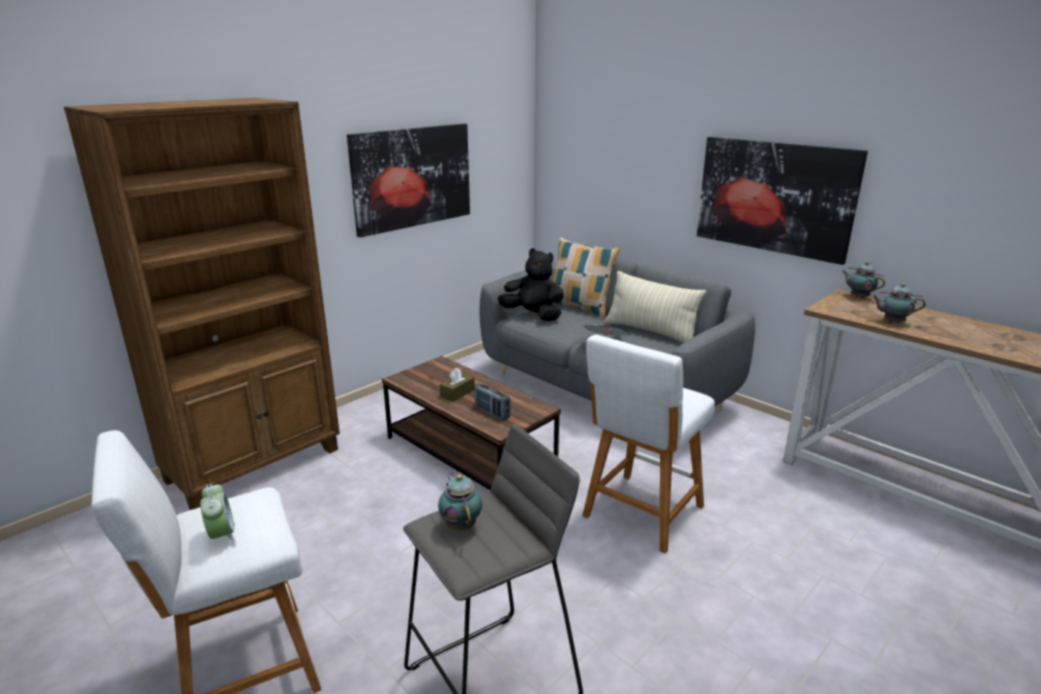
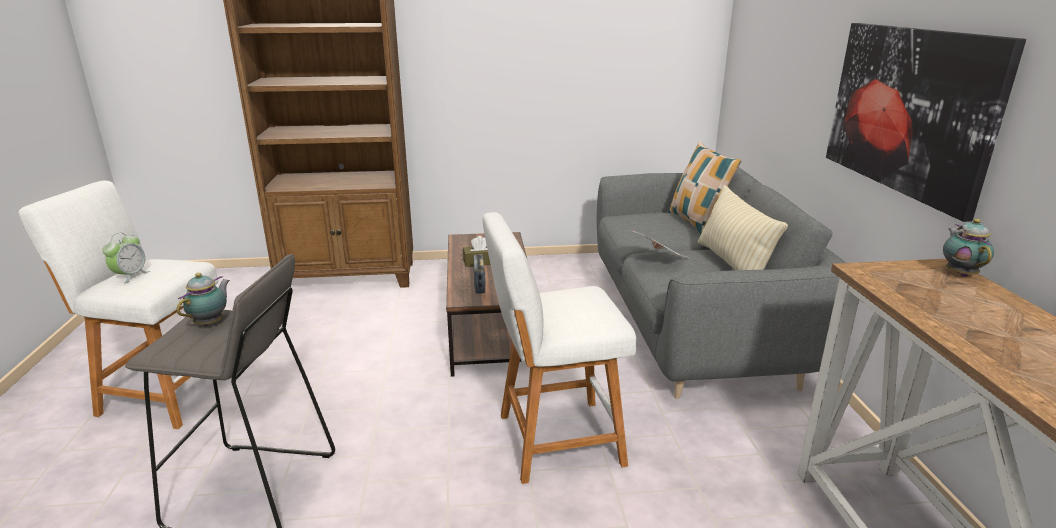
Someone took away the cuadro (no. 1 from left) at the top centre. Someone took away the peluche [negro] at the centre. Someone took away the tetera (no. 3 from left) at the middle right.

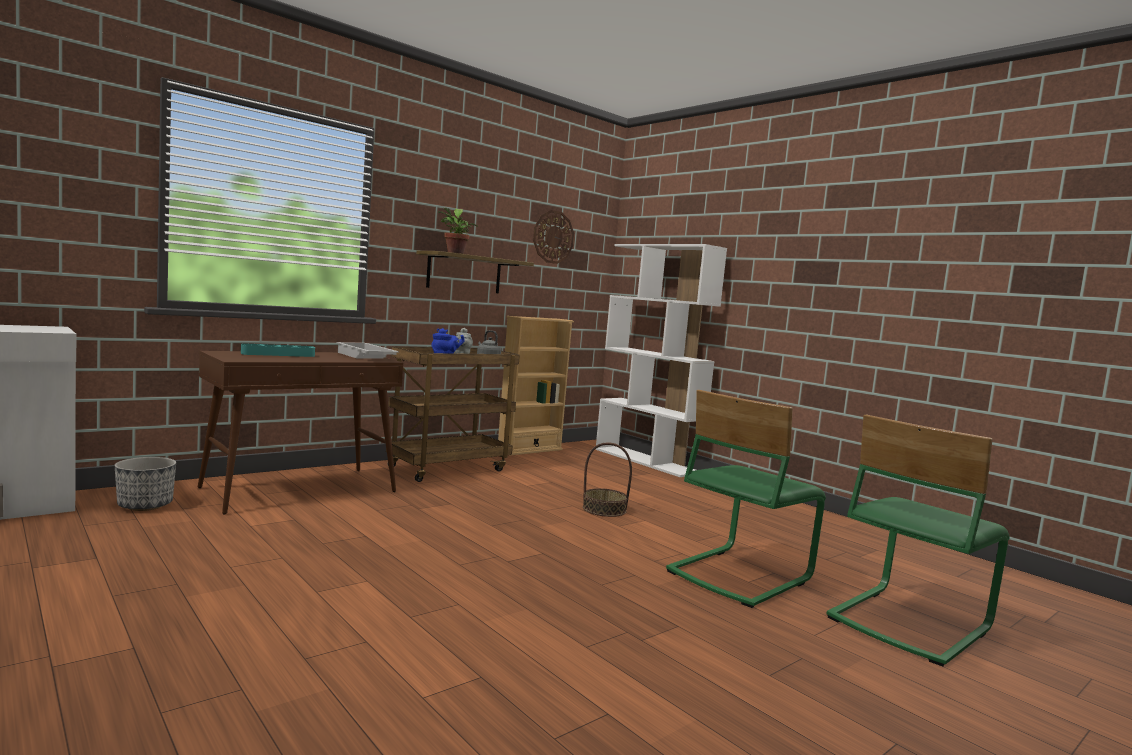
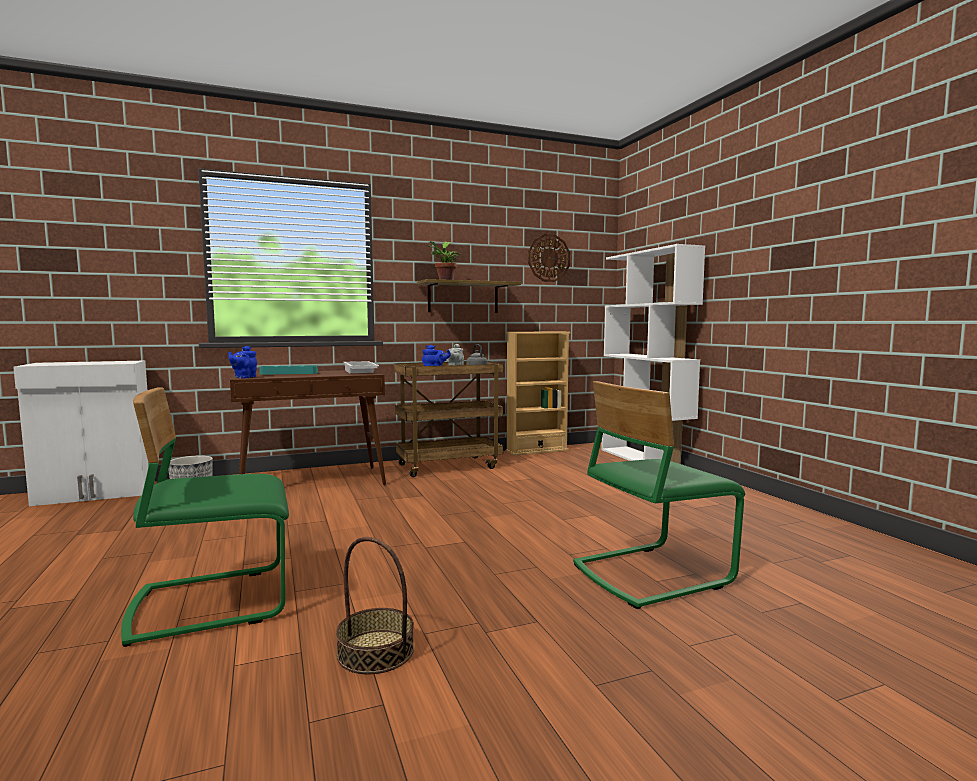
Someone put down the tetera [azul] (no. 1 from left) at the middle left. Someone carried the cesta from the centre to the bottom centre. Someone carried the silla [verde] (no. 2 from left in the first image) from the bottom right to the middle left.

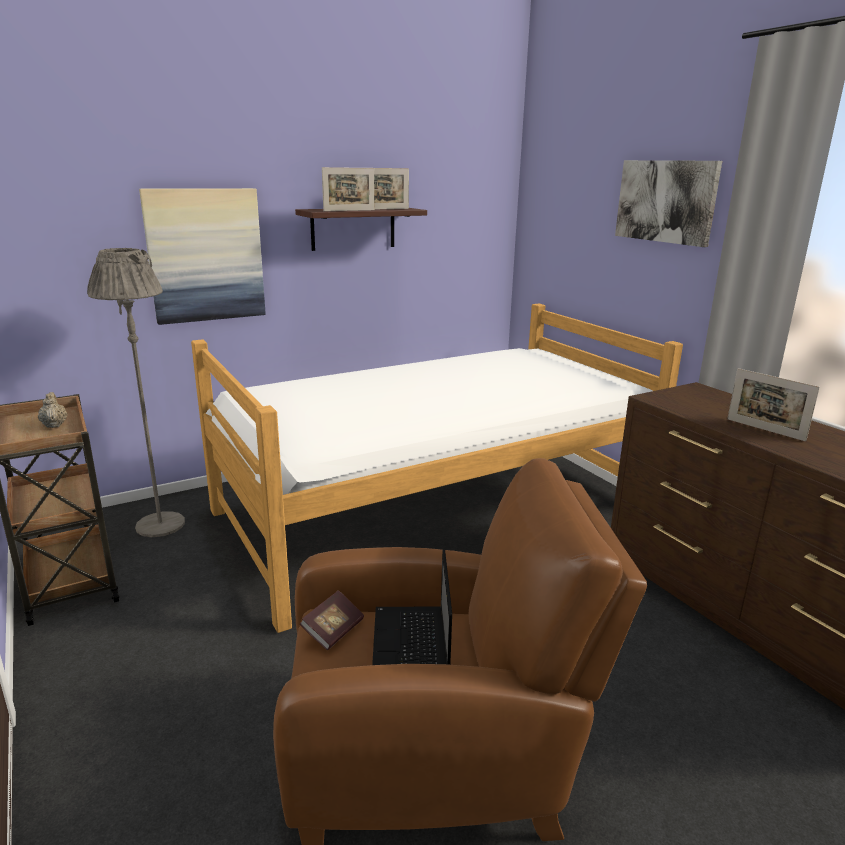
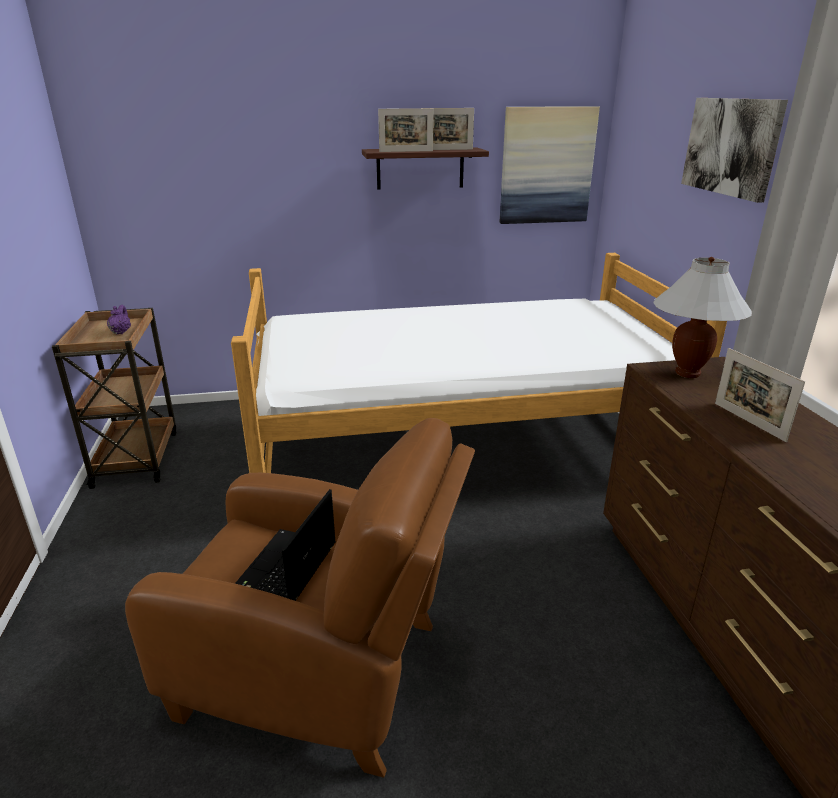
Someone took away the lámpara de pie [gris] at the middle left. Someone took away the libro at the bottom centre. Someone put down the lámpara de mesa [blanco] at the middle right. Someone carried the cuadro (no. 1 from left) from the top left to the top centre. Someone repainted the tetera [beis] at the middle left, which became the tetera [morado] at the middle left.

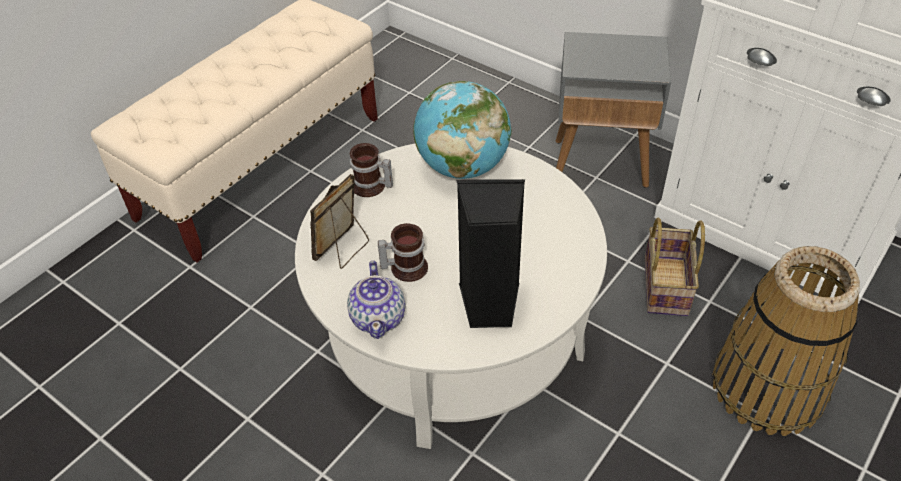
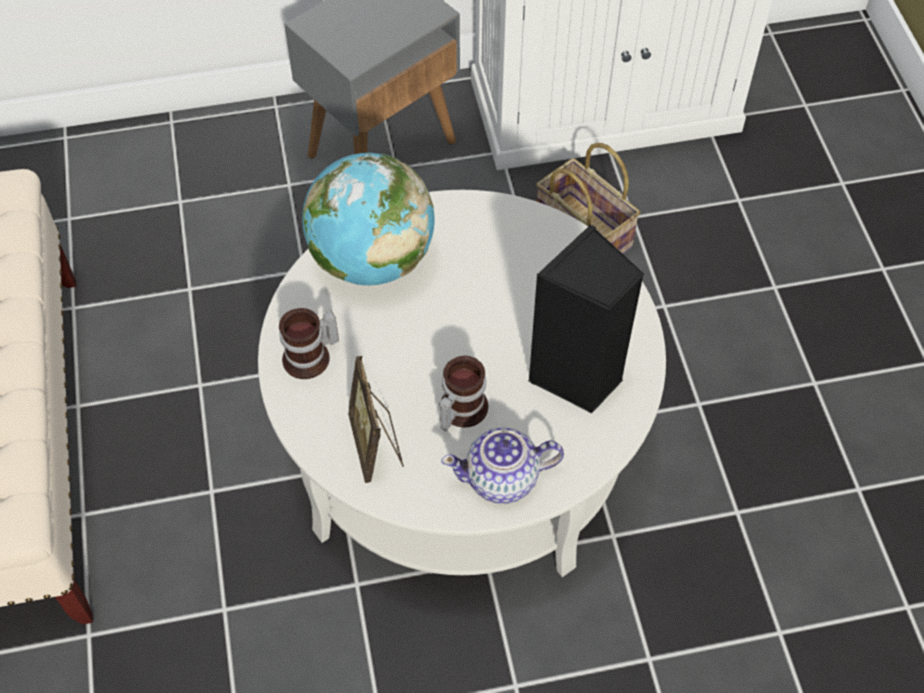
Someone took away the cesta (no. 2 from left) at the bottom right. Someone rotated the tetera at the centre by 135 degrees clockwise.

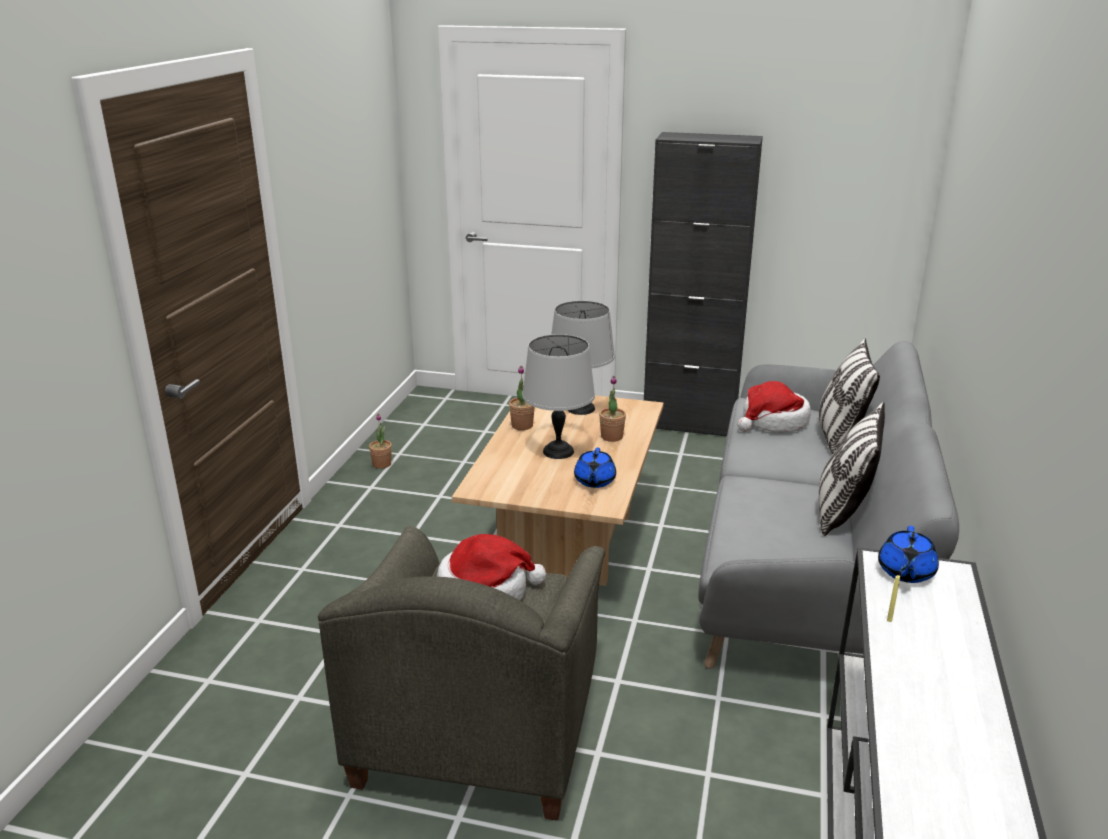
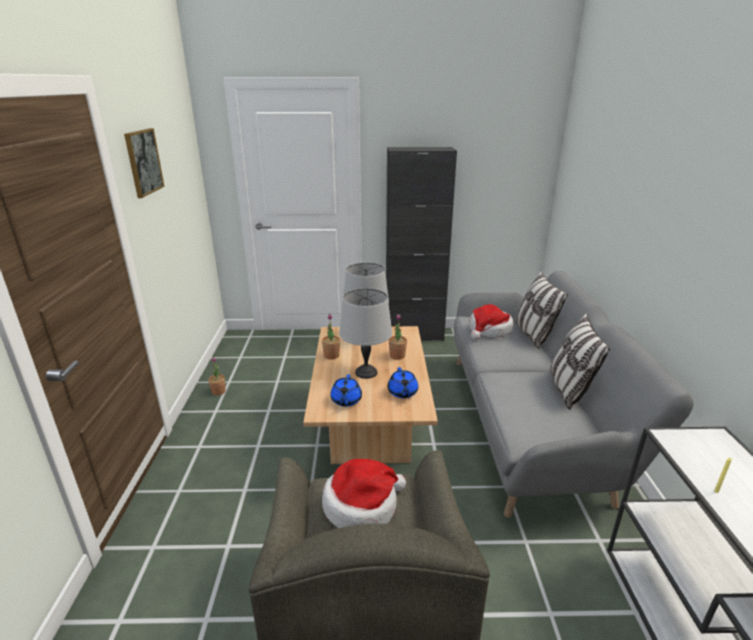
Someone put up the cuadro at the top left. Someone carried the tetera [azul] (no. 2 from left in the first image) from the middle right to the centre.

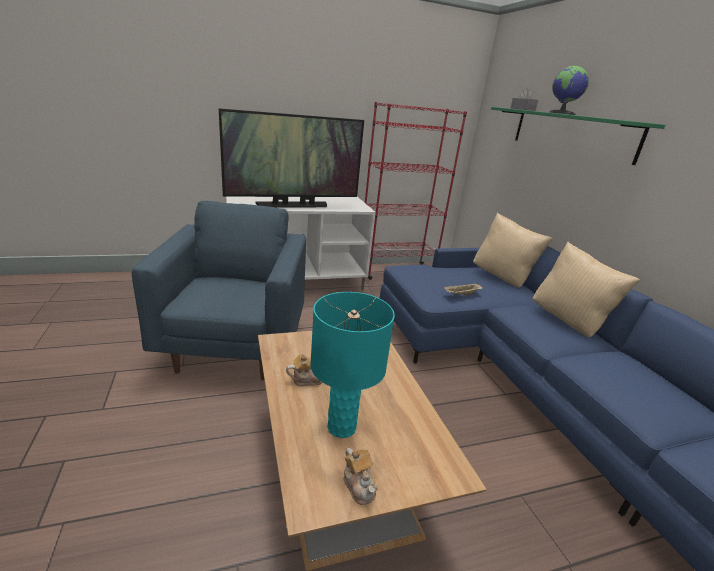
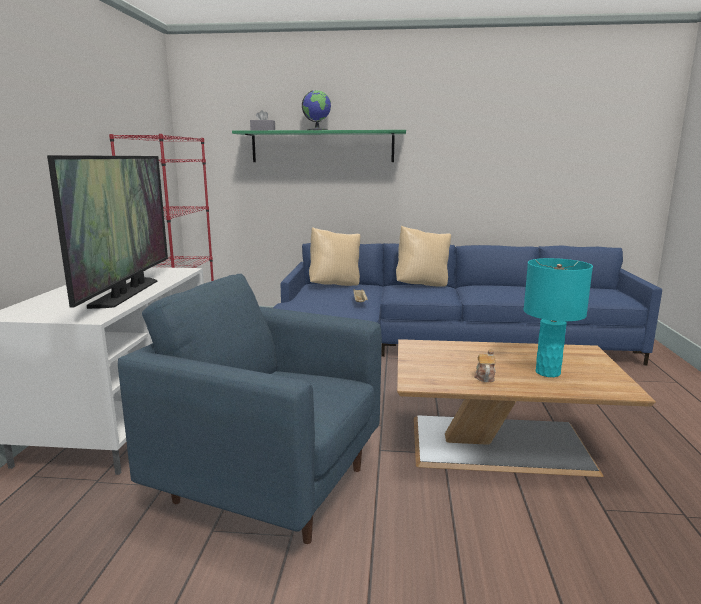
Someone took away the tetera (no. 2 from left) at the bottom centre.

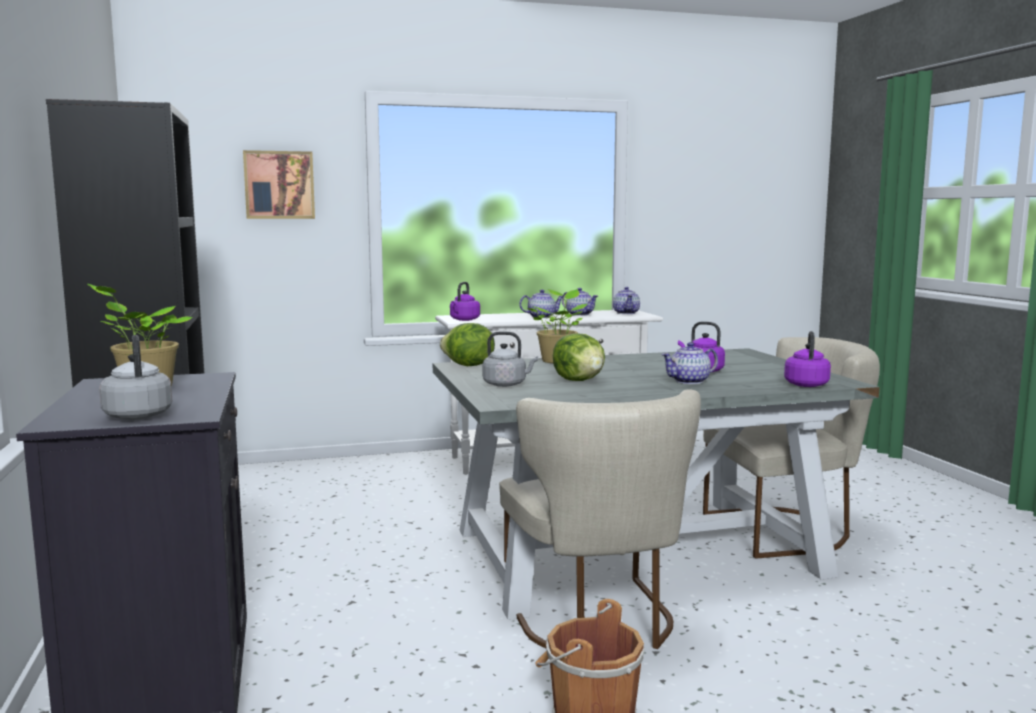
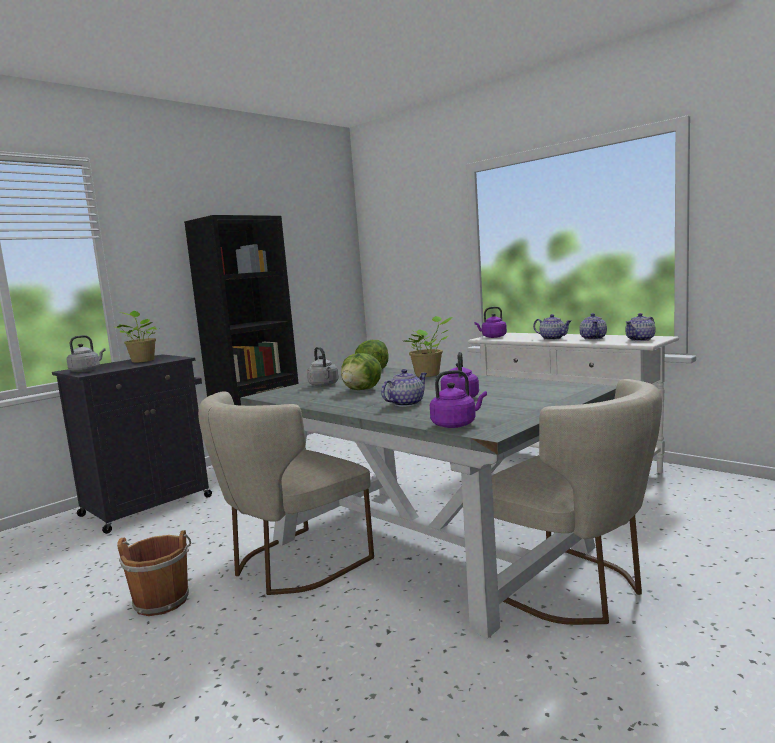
Someone took away the cuadro at the top left. Someone rotated the tetera (no. 4 from left in the first image) at the centre by 105 degrees clockwise.

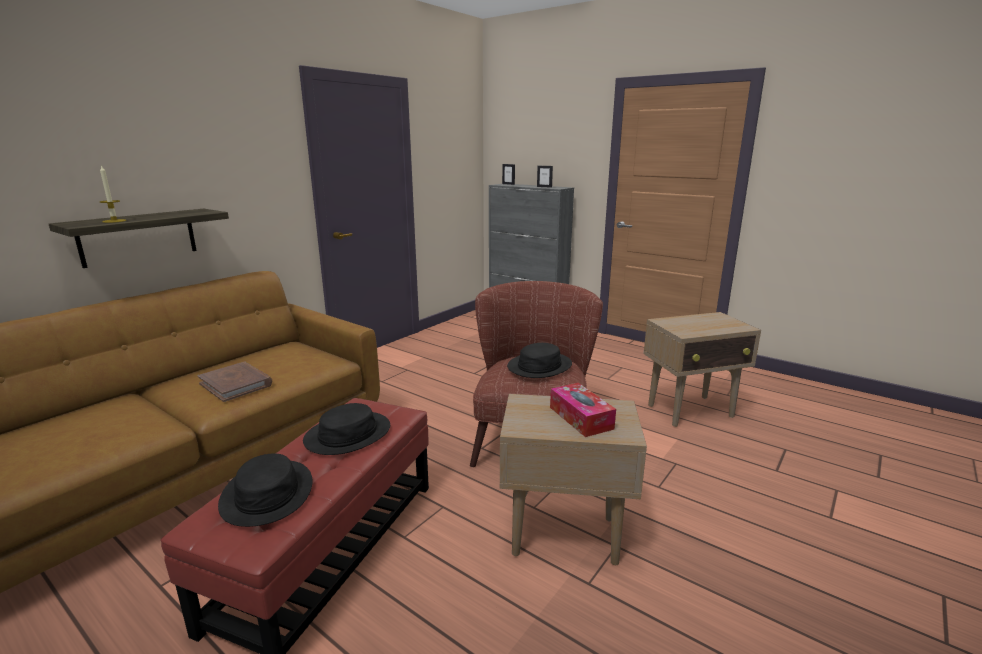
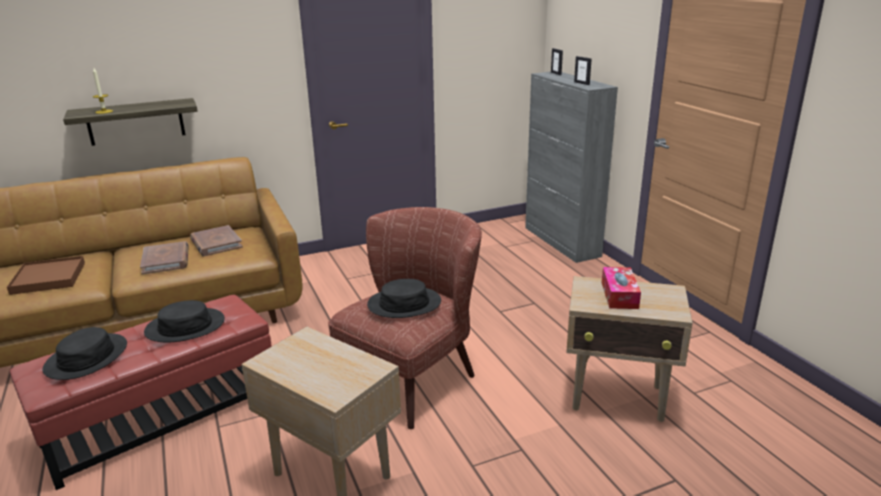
Someone put down the bandeja [marrón] at the middle left. Someone put down the libro [marrón] (no. 2 from left) at the middle left. Someone carried the caja de pañuelos from the centre to the middle right.

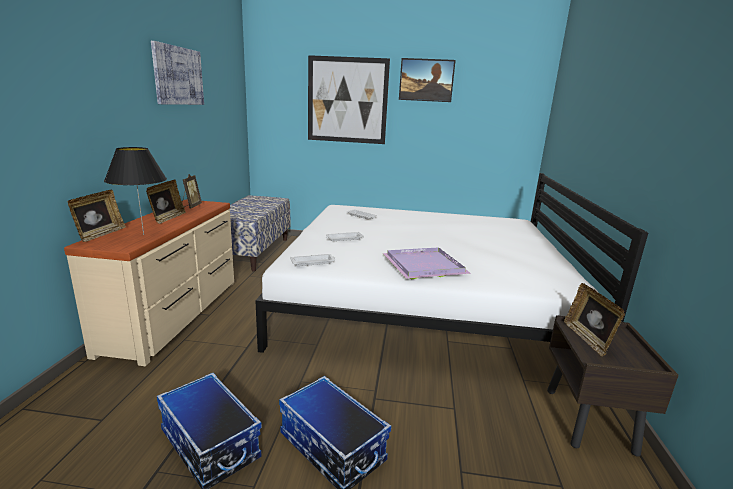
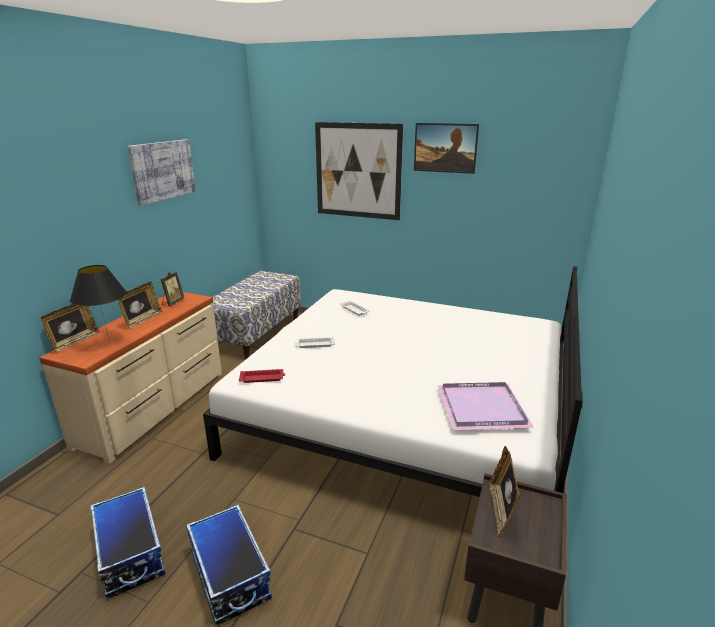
Someone carried the bandeja [morado] from the centre to the middle right. Someone repainted the bandeja [blanco] (no. 1 from left) at the centre, which became the bandeja [rojo] at the centre.

